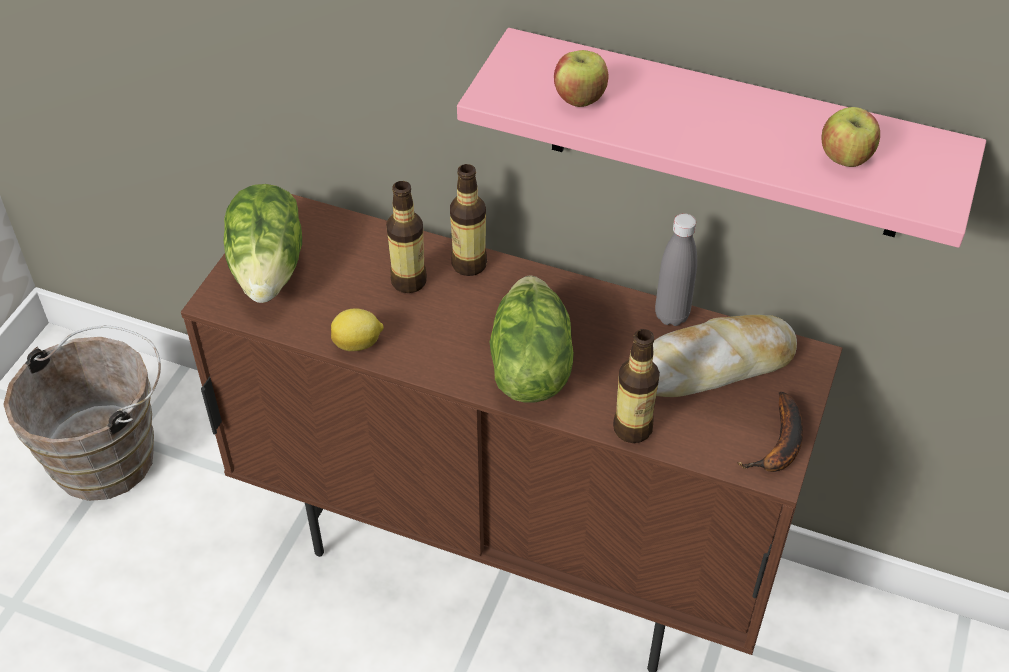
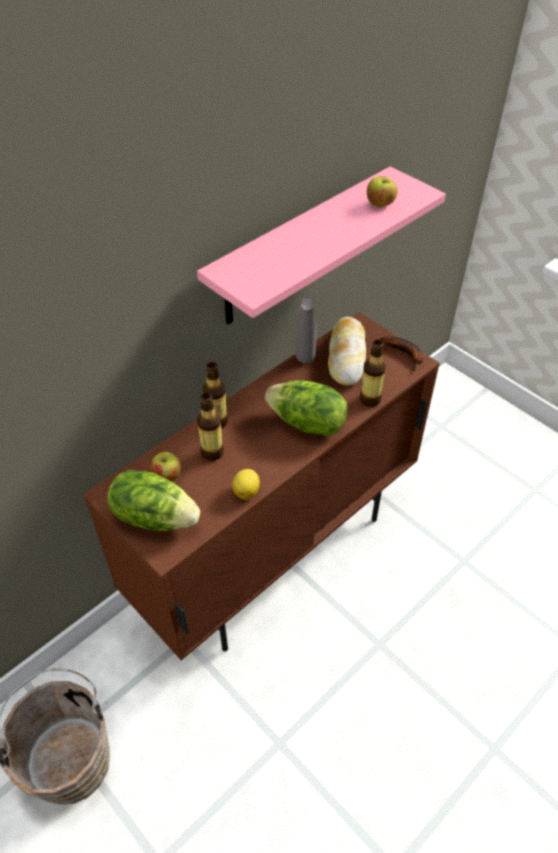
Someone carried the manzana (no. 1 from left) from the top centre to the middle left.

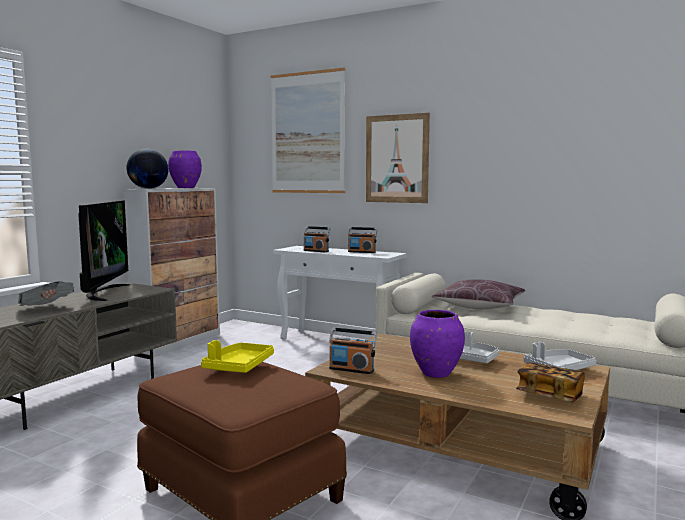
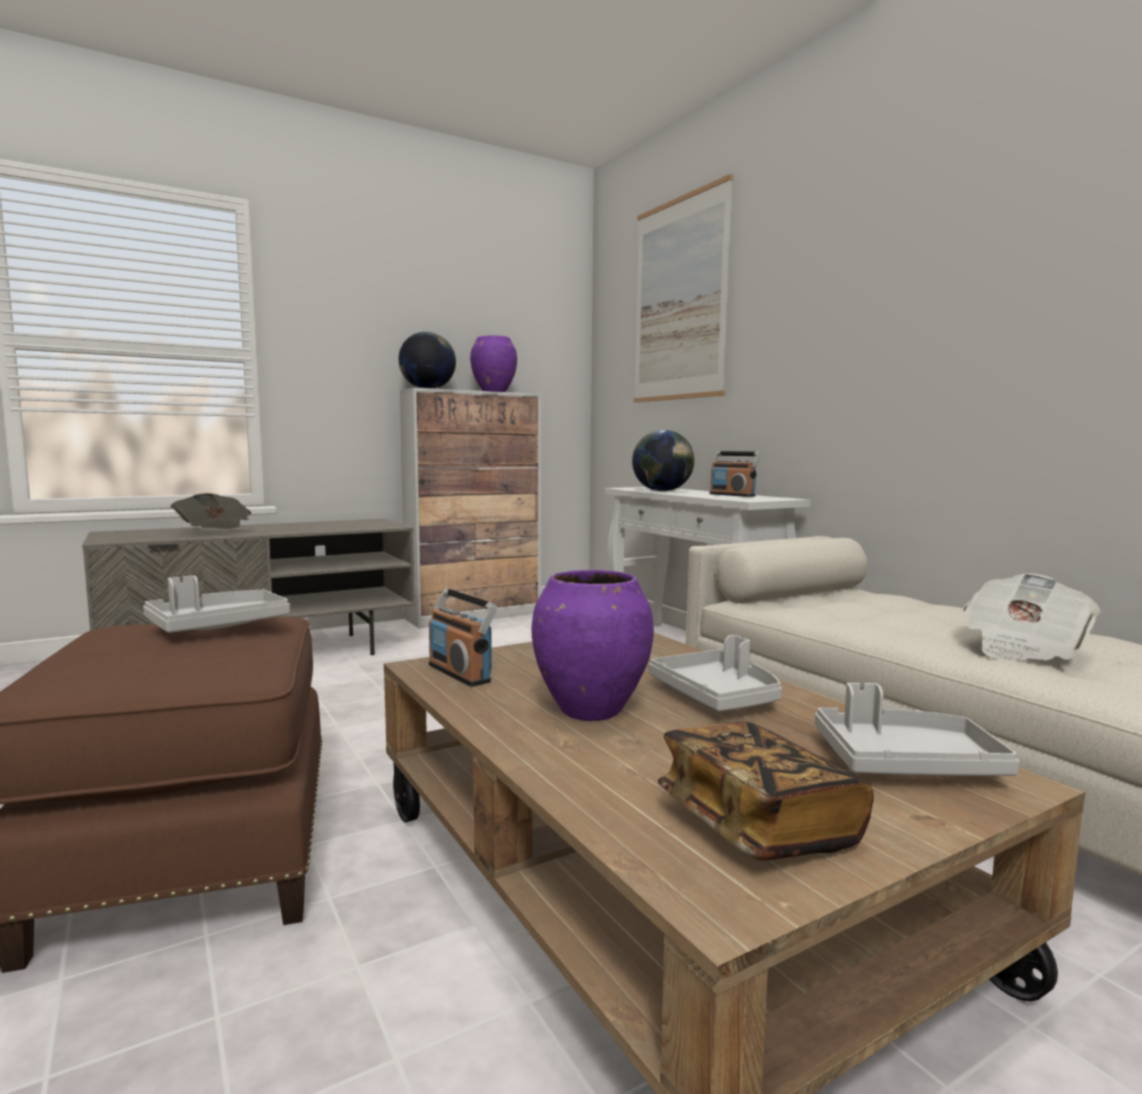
Someone took away the televisor at the middle left. Someone took away the cuadro (no. 2 from left) at the top centre. Someone took away the cojín [marrón] at the middle right. Someone put down the periódico (no. 2 from left) at the middle right. Someone swapped the radio (no. 1 from left) at the centre for the globo terráqueo (no. 2 from left) at the centre. Someone repainted the bandeja [amarillo] at the bottom centre, which became the bandeja [gris] (no. 1 from left) at the middle left.

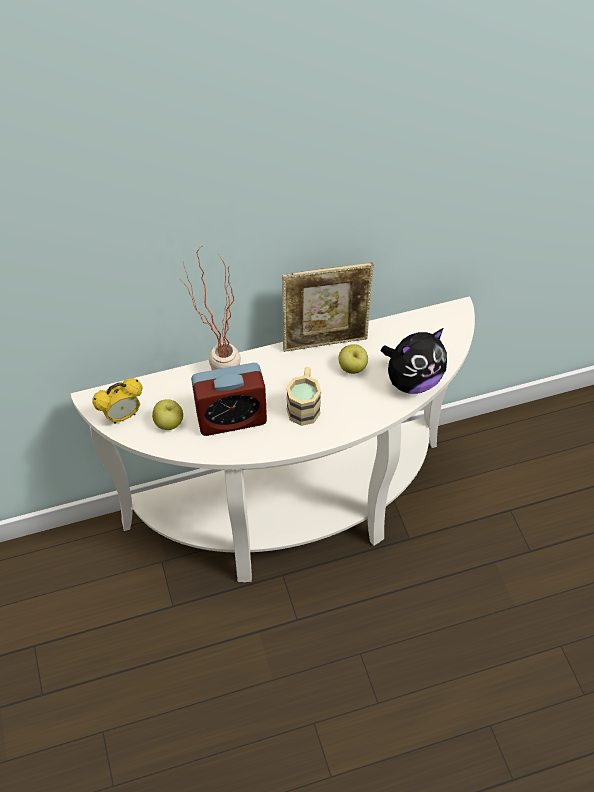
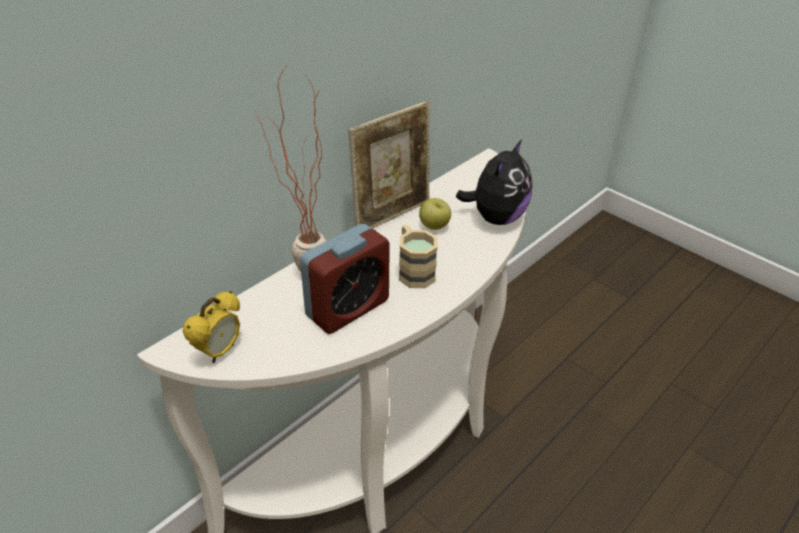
Someone took away the manzana (no. 1 from left) at the middle left.

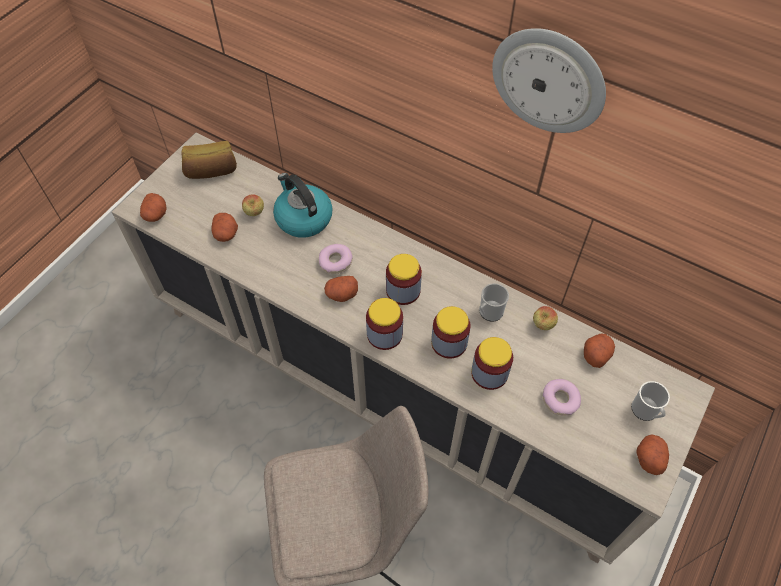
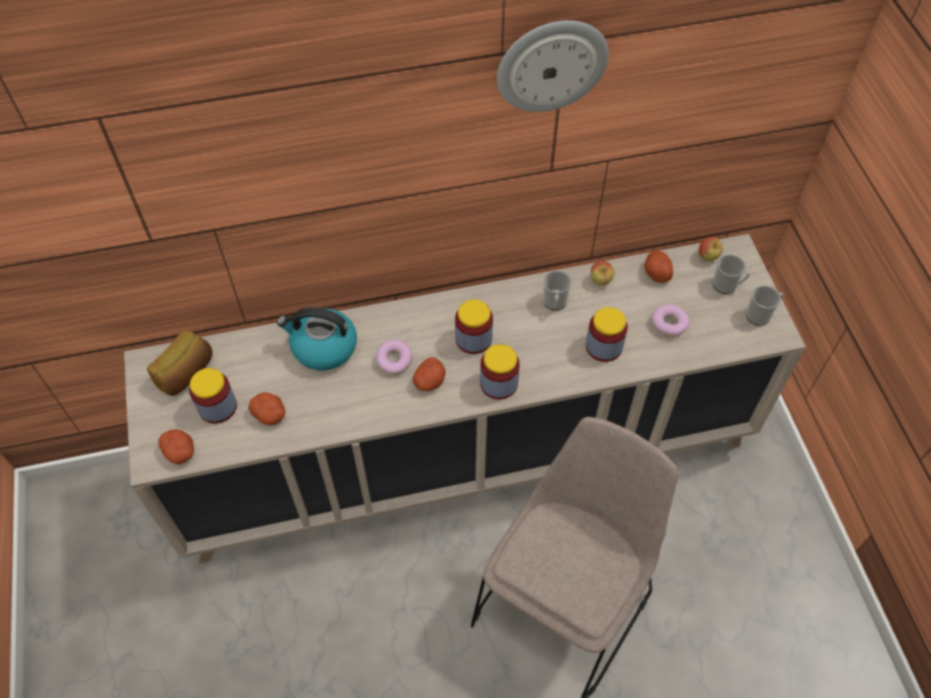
Someone carried the manzana (no. 1 from left in the first image) from the middle left to the middle right. Someone carried the tarro (no. 3 from left in the first image) from the centre to the middle left. Someone swapped the patata (no. 5 from left) at the bottom right for the taza grande (no. 3 from left) at the middle right.

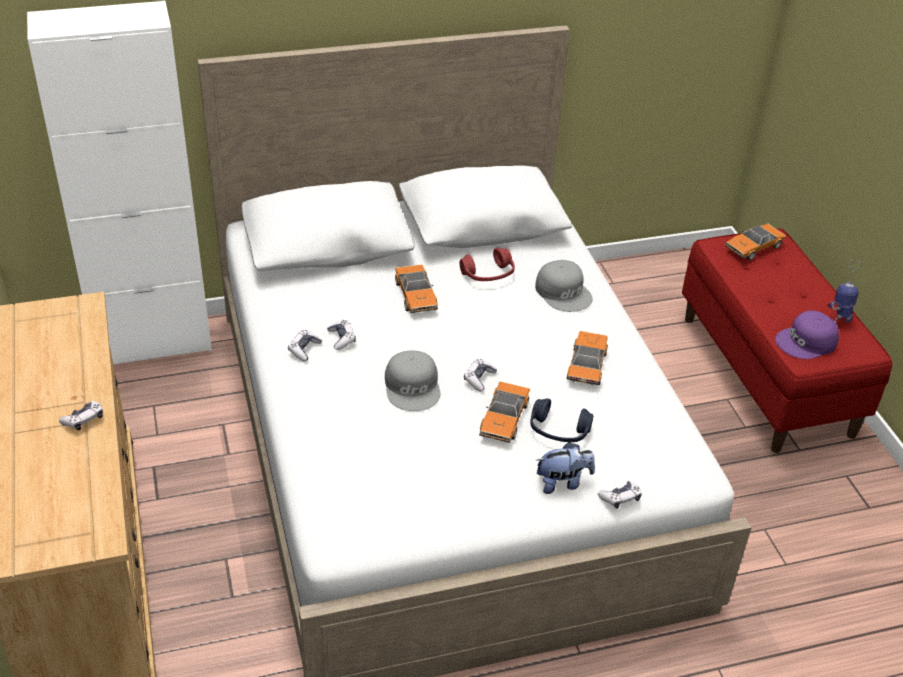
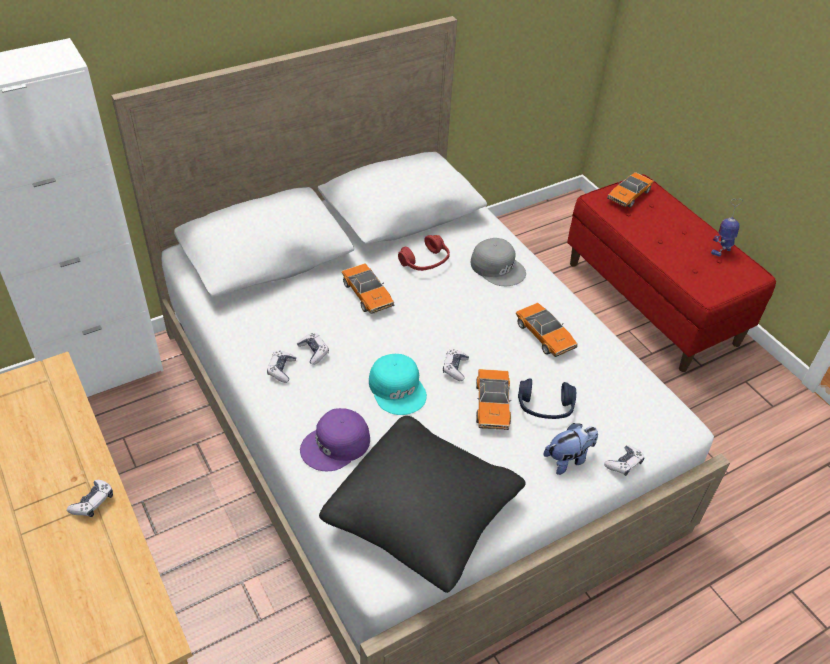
Someone put down the cojín [negro] at the bottom centre. Someone carried the gorra [morado] from the middle right to the centre. Someone repainted the gorra [gris] (no. 1 from left) at the centre, which became the gorra [turquesa] at the centre. Someone rotated the coche de juguete (no. 3 from left) at the centre by 150 degrees clockwise.

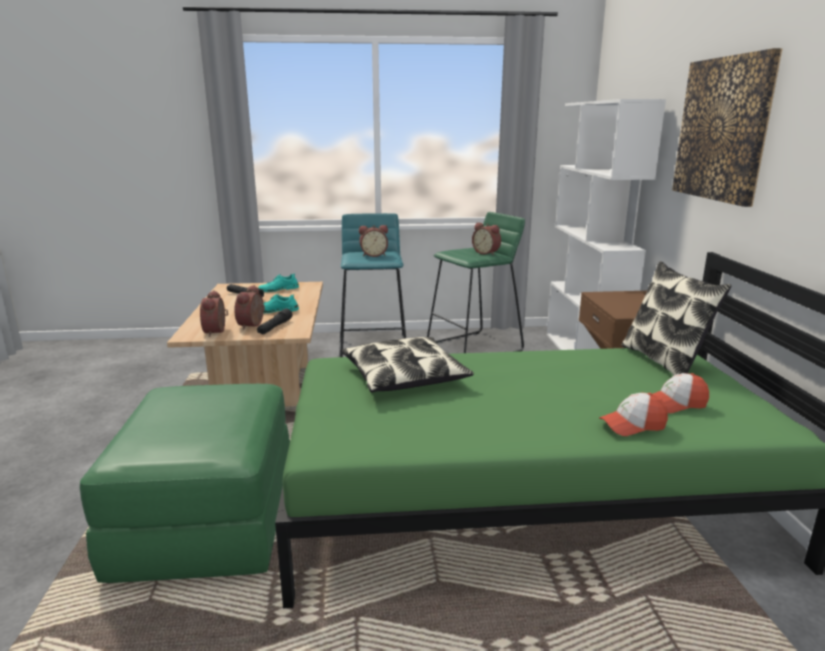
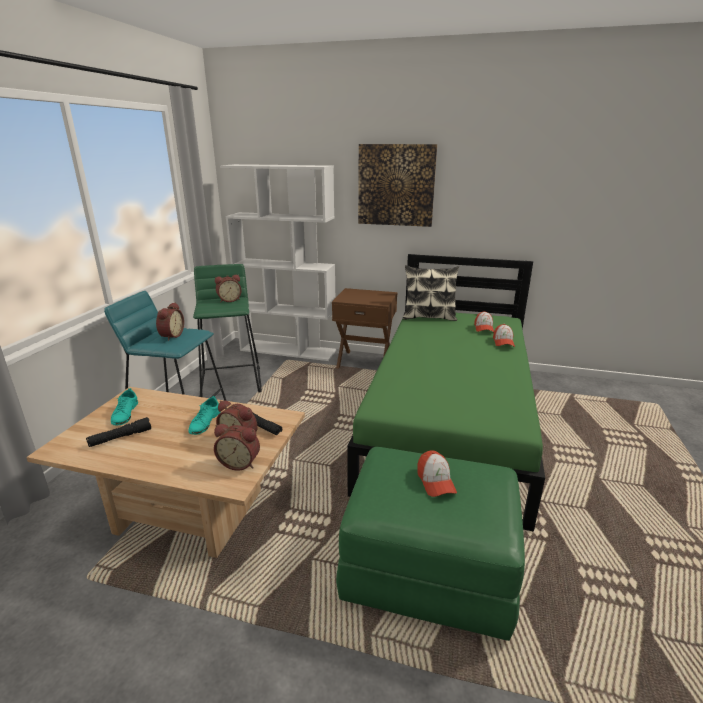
Someone took away the cojín (no. 1 from left) at the centre. Someone put down the gorra (no. 1 from left) at the bottom centre.

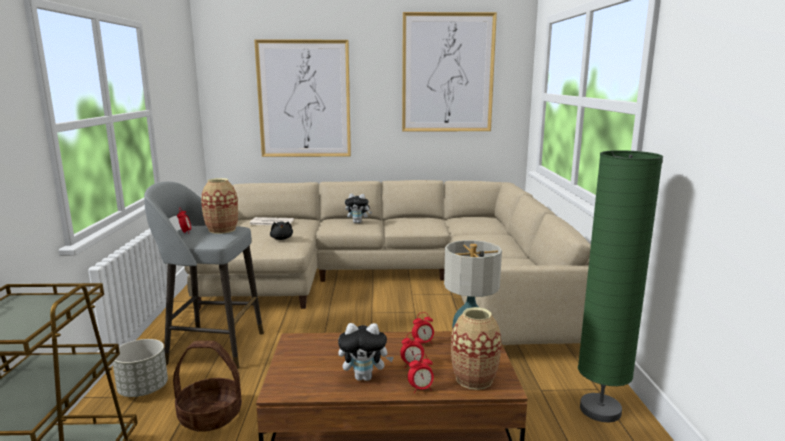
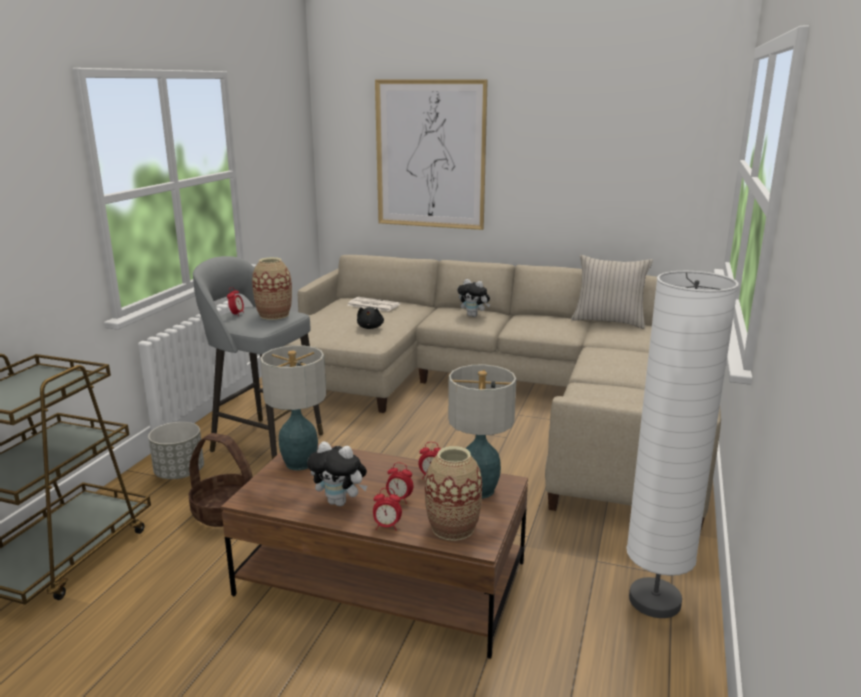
Someone took away the cuadro (no. 2 from left) at the top centre. Someone put down the lámpara de mesa (no. 1 from left) at the centre. Someone put down the cojín [beis] at the middle right. Someone repainted the lámpara de pie [verde] at the middle right, which became the lámpara de pie [blanco] at the middle right.

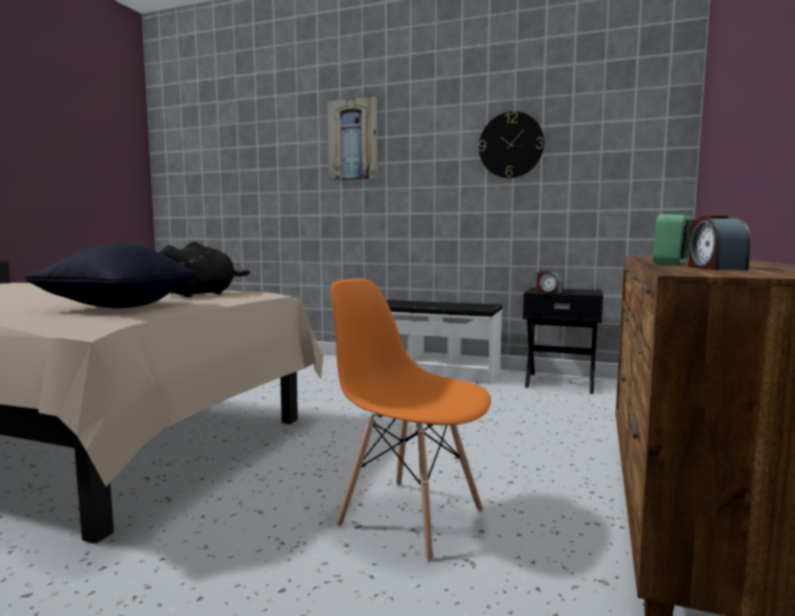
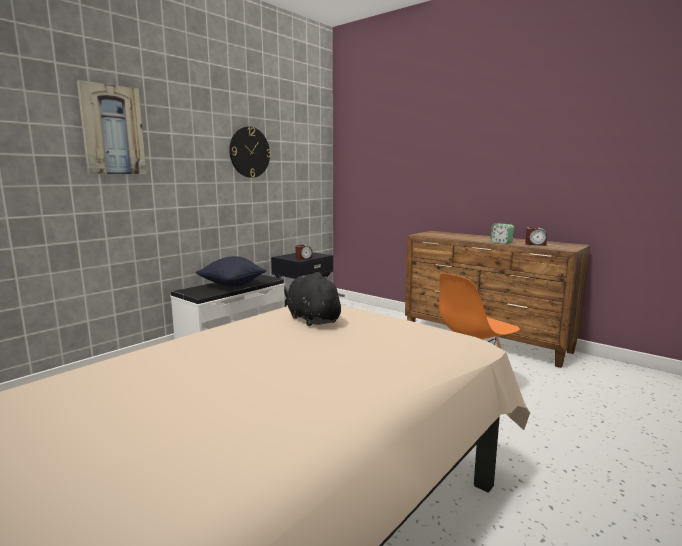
Someone carried the cojín [negro] from the middle left to the centre.

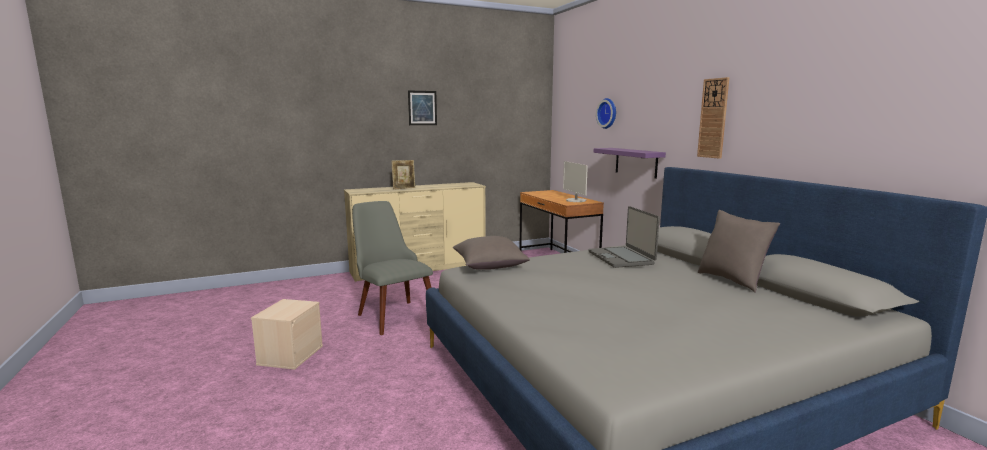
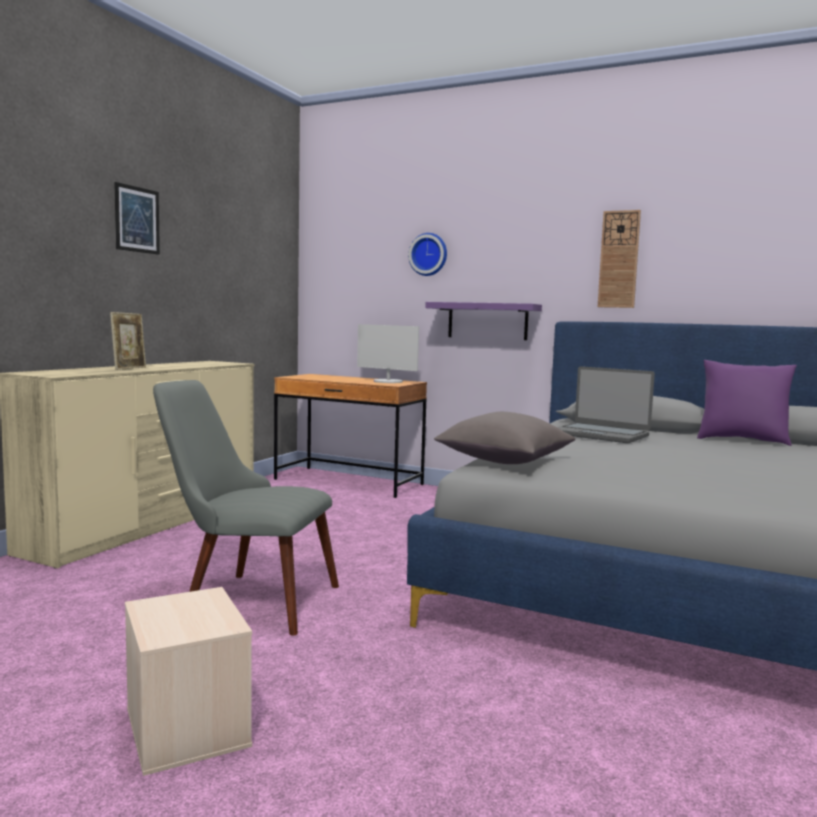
Someone repainted the cojín [gris] (no. 2 from left) at the middle right, which became the cojín [morado] at the middle right.

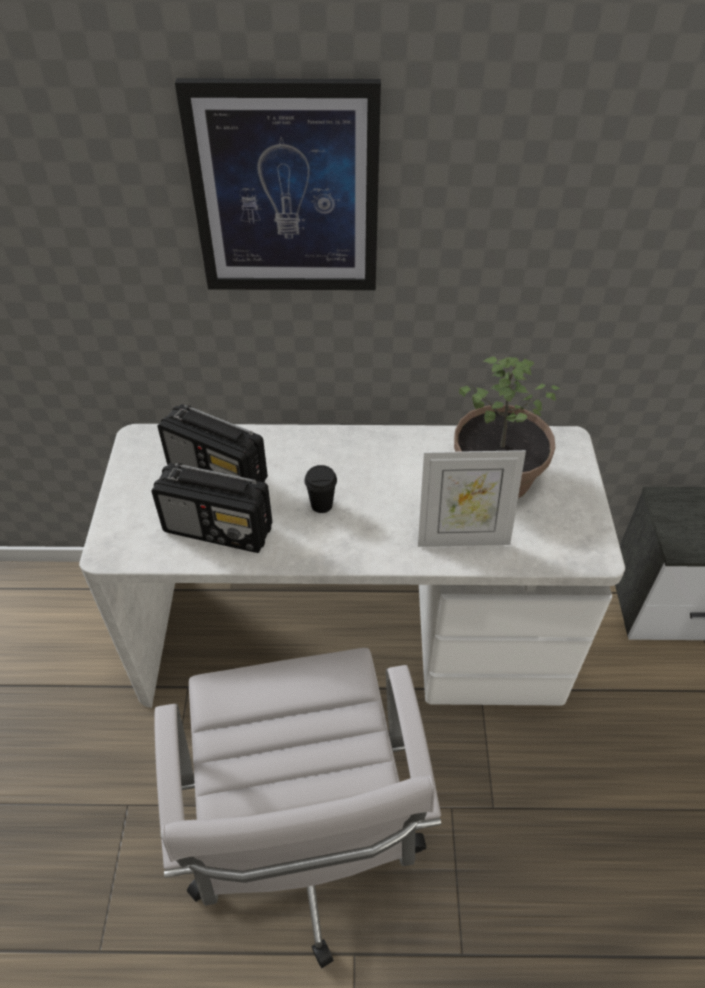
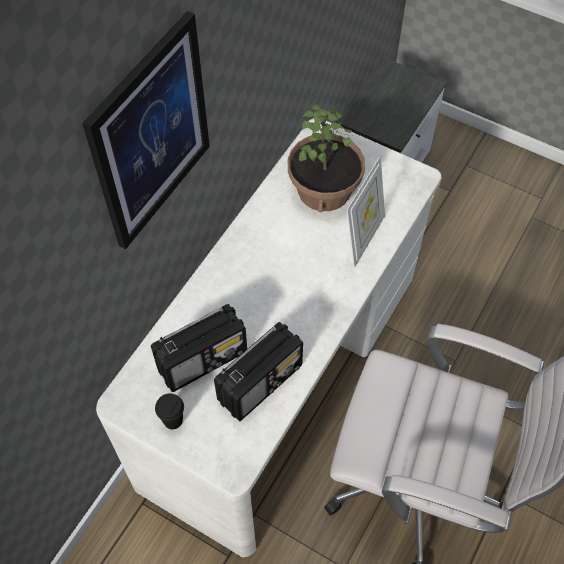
Someone carried the taza [negro] from the centre to the bottom left.

